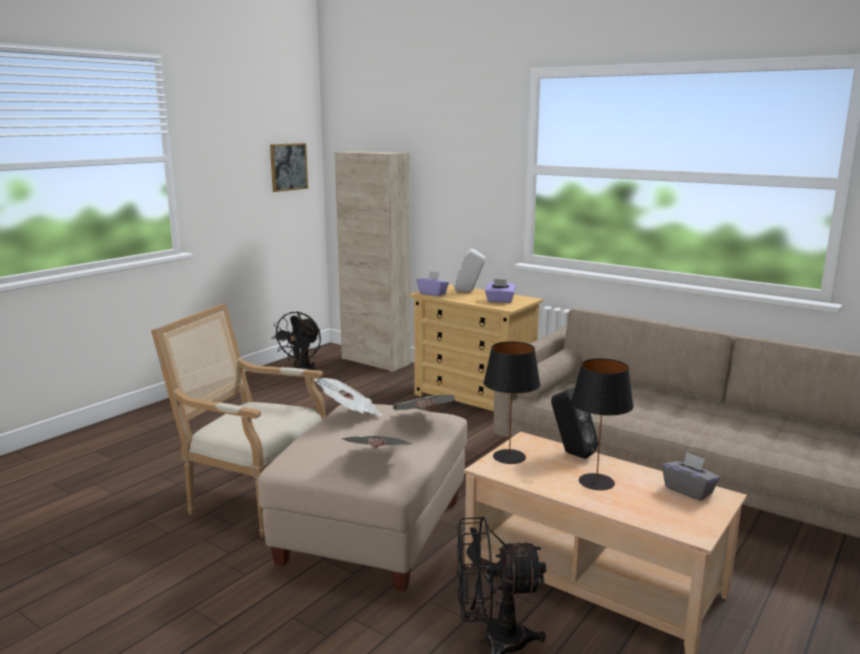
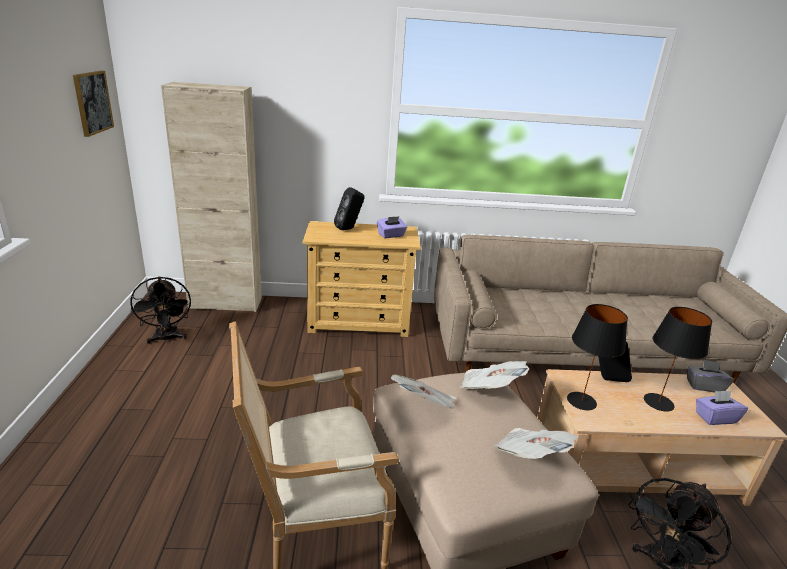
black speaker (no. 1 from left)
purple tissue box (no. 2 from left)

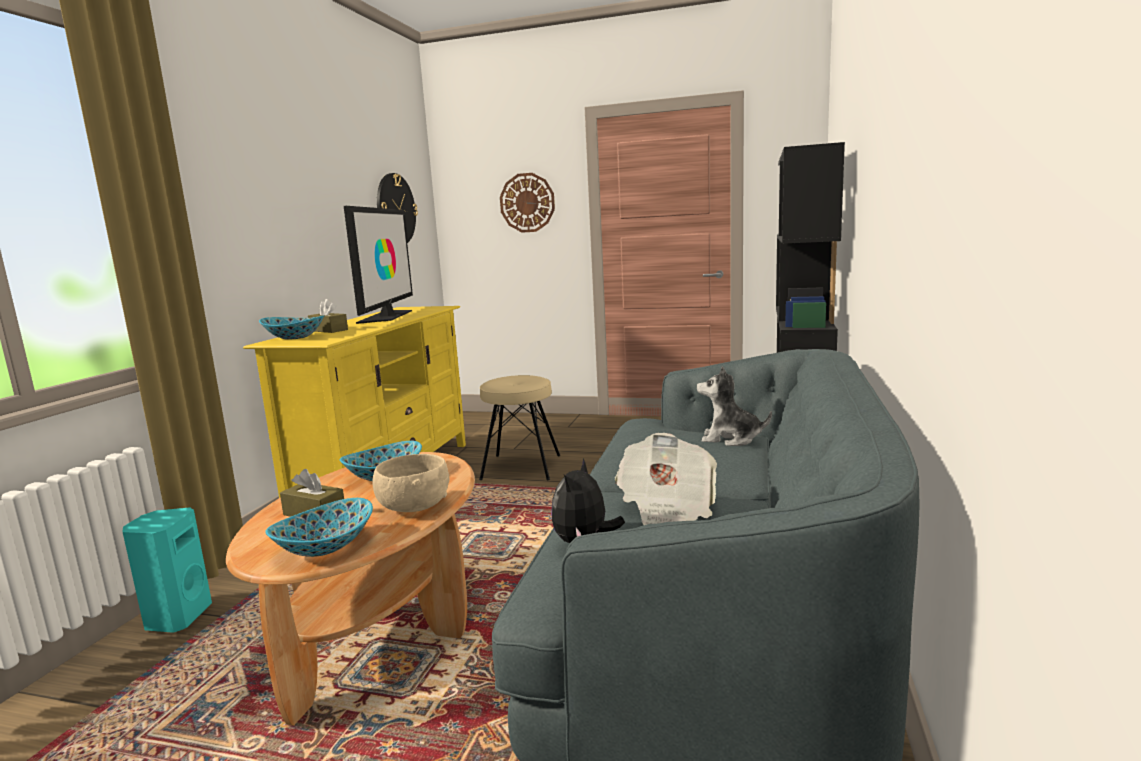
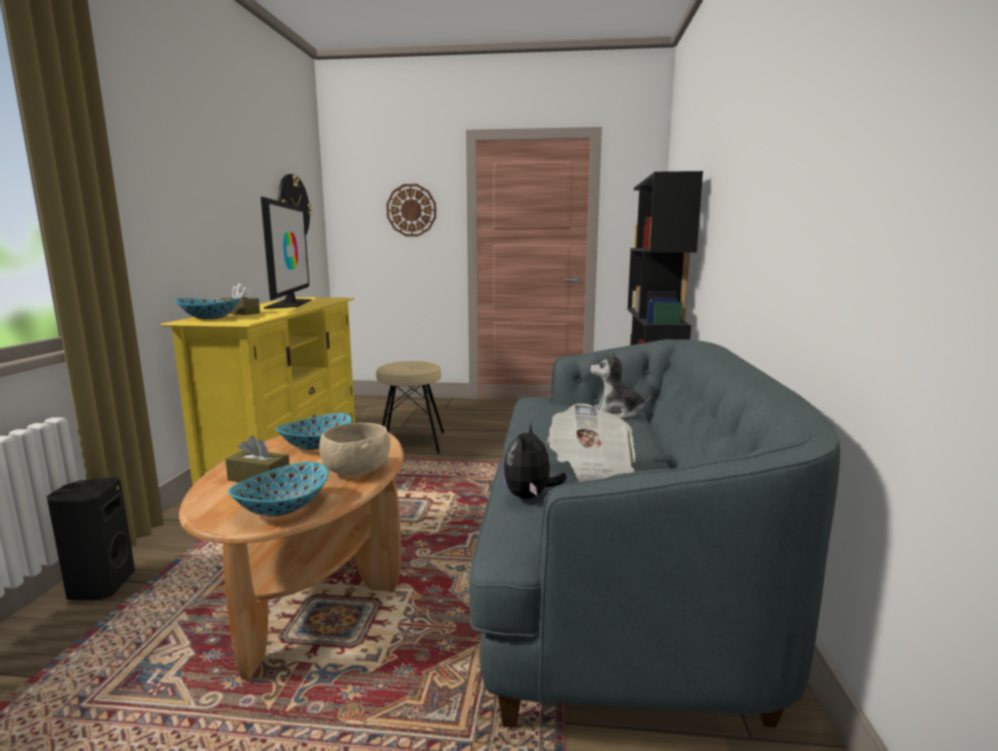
black speaker

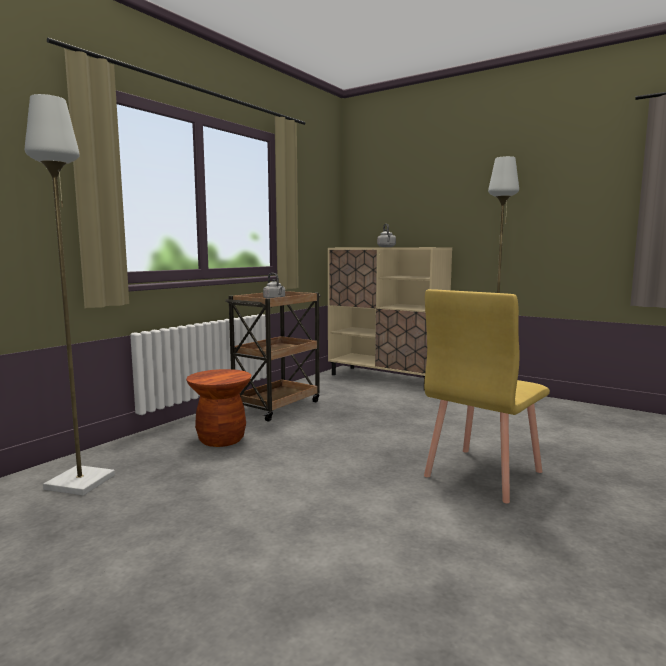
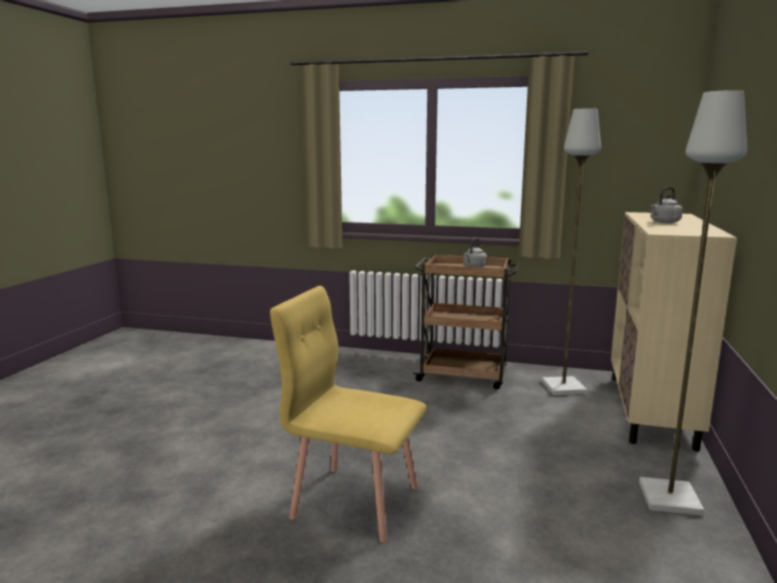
grey floor lamp (no. 1 from left)
brown stool

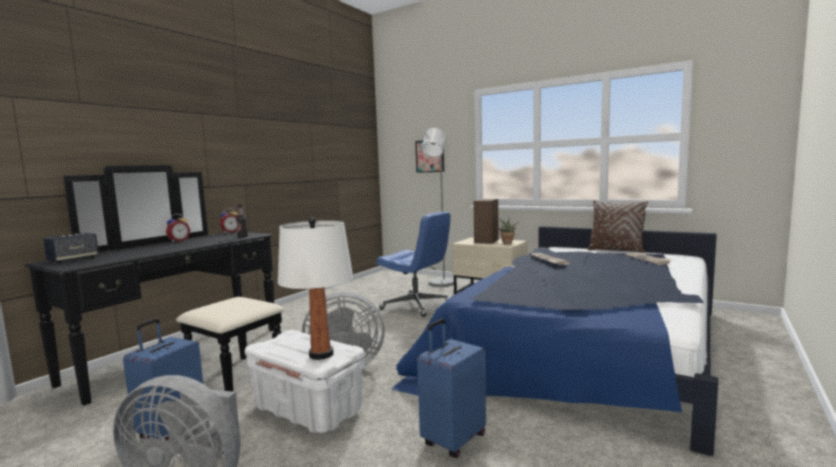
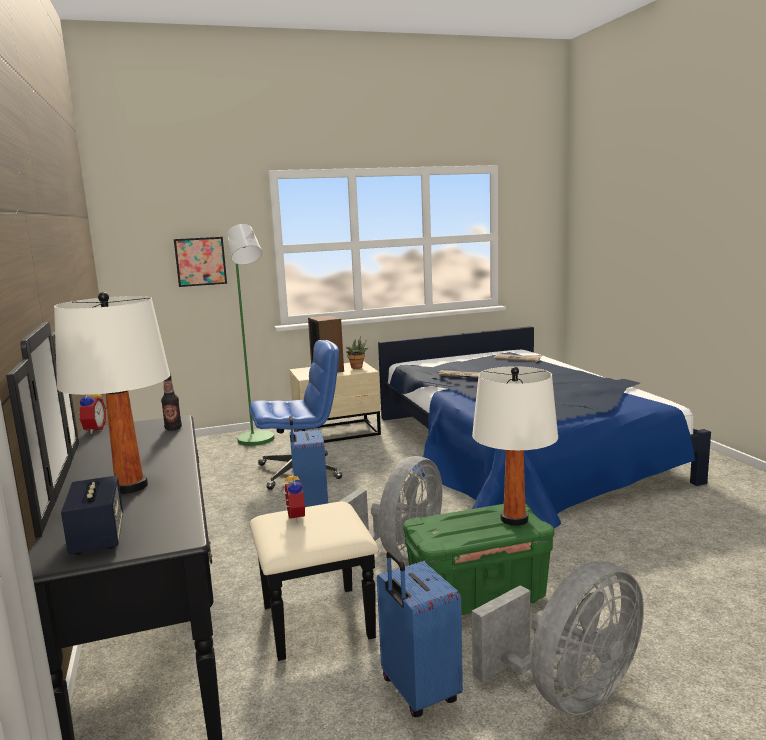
white table lamp (no. 1 from left)
green floor lamp
alarm clock (no. 2 from left)
blue suitcase (no. 1 from left)
green storage box
brown pillow

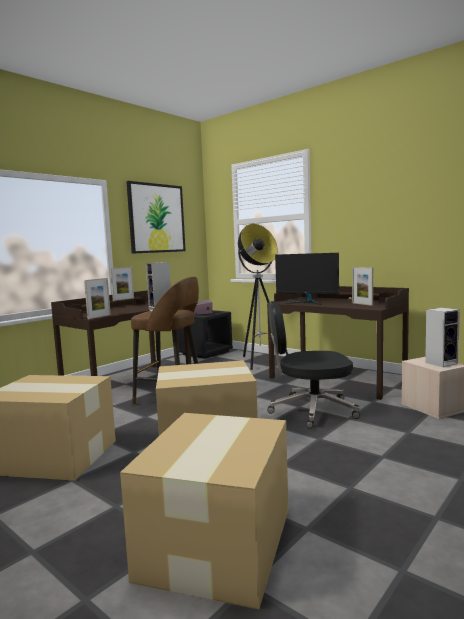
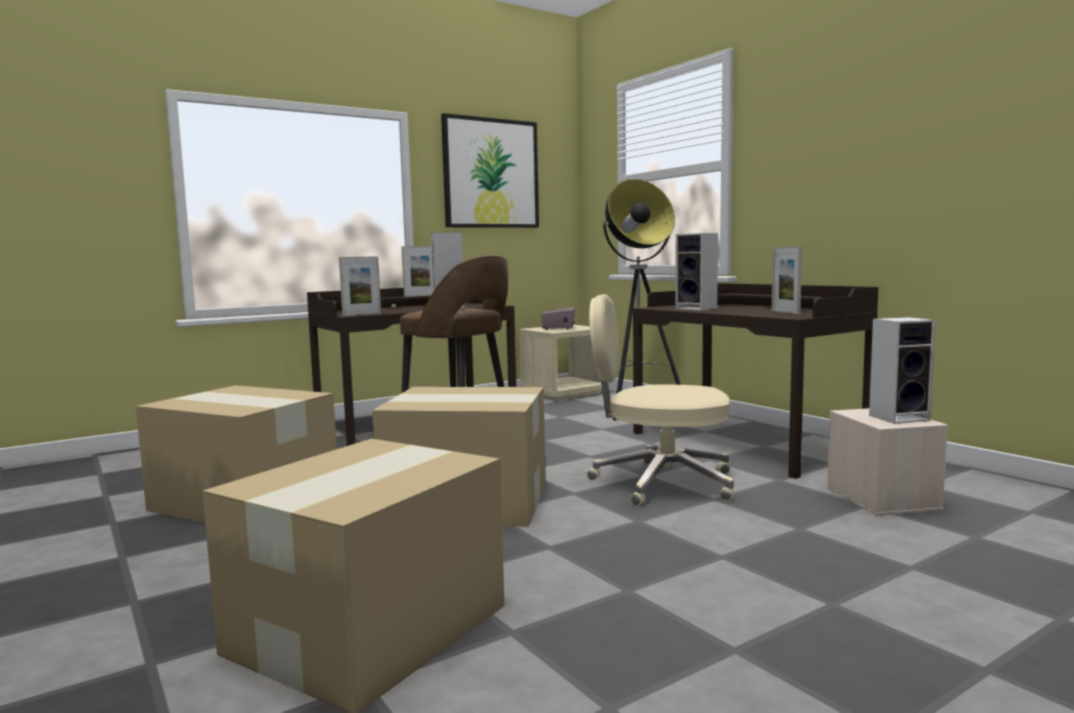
beige nightstand
beige office chair
speaker (no. 2 from left)

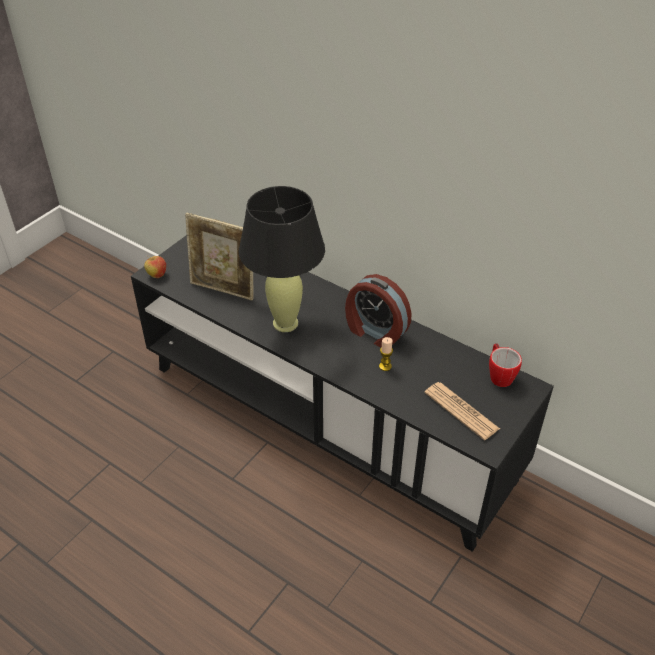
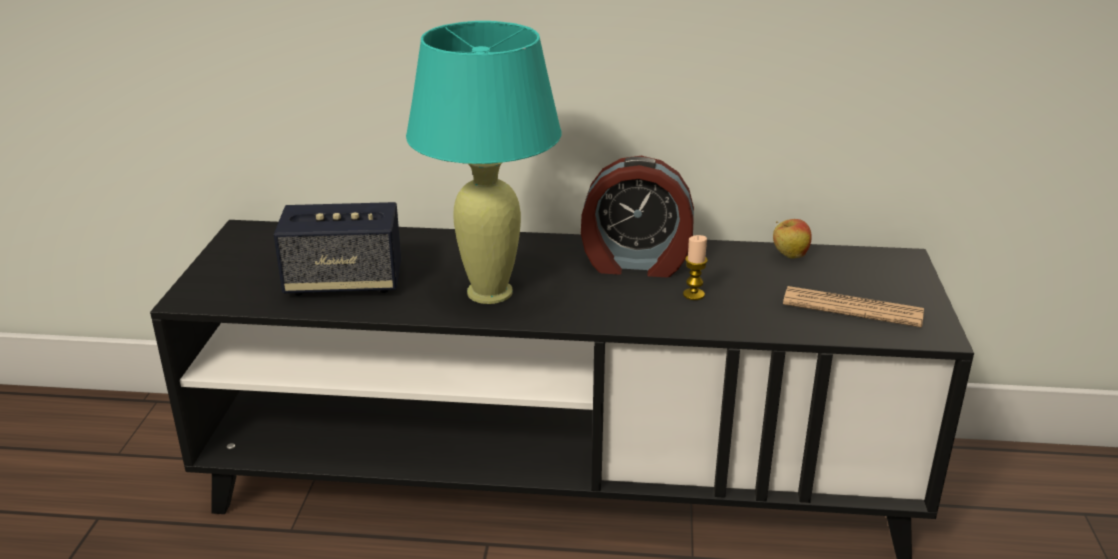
speaker
turquoise table lamp
apple
mug

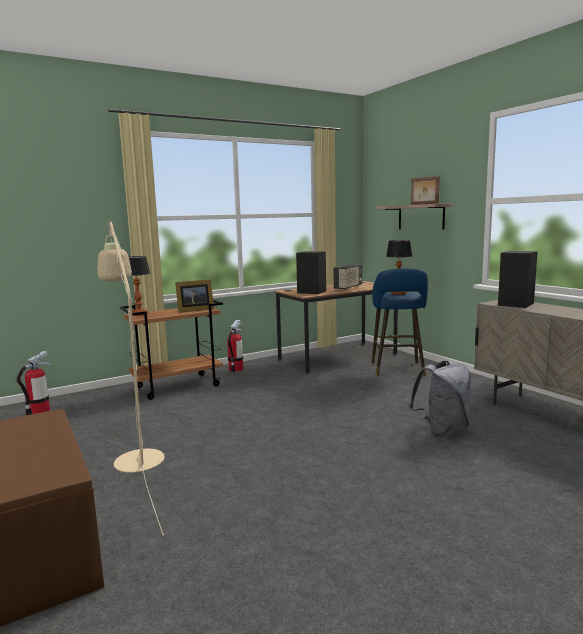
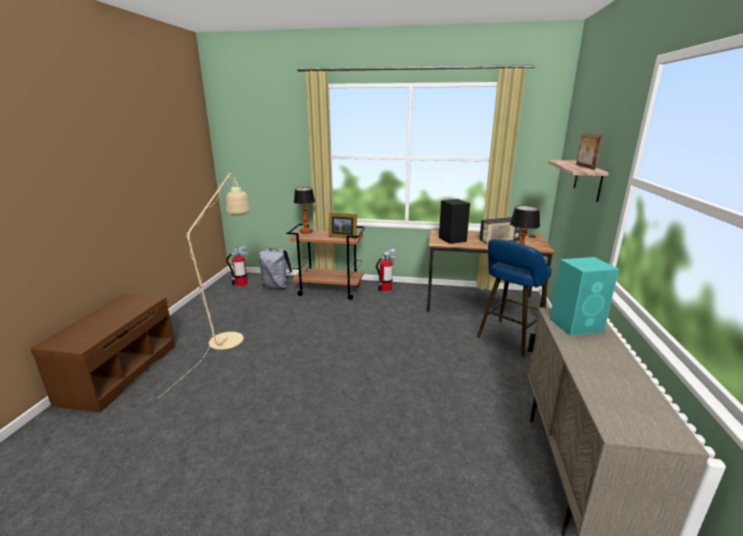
grey backpack
turquoise speaker

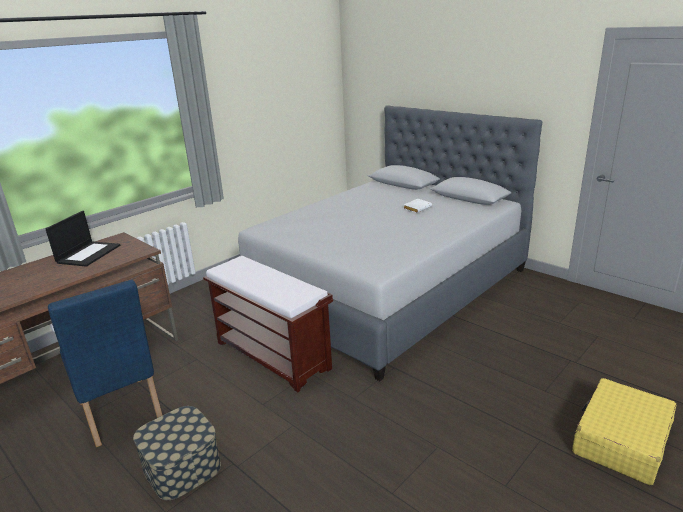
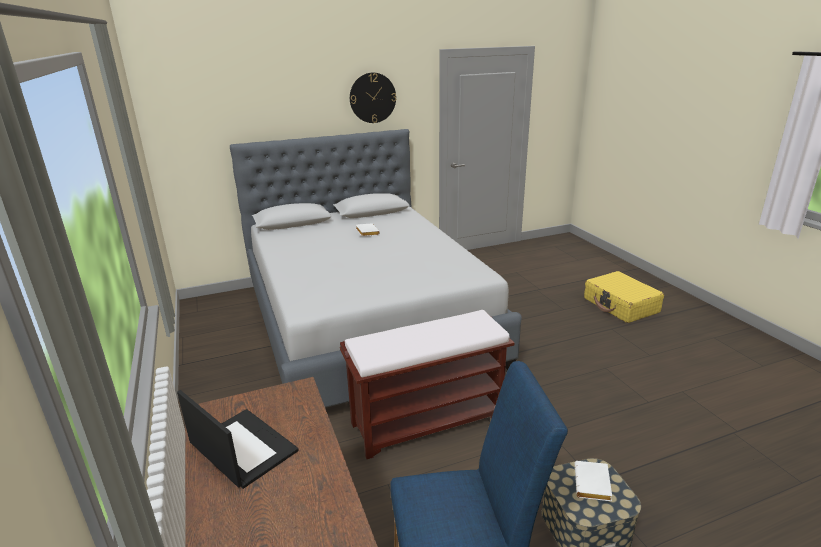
wall clock
white book (no. 2 from left)

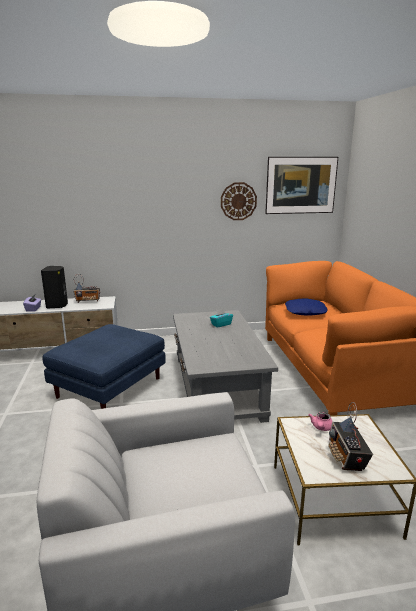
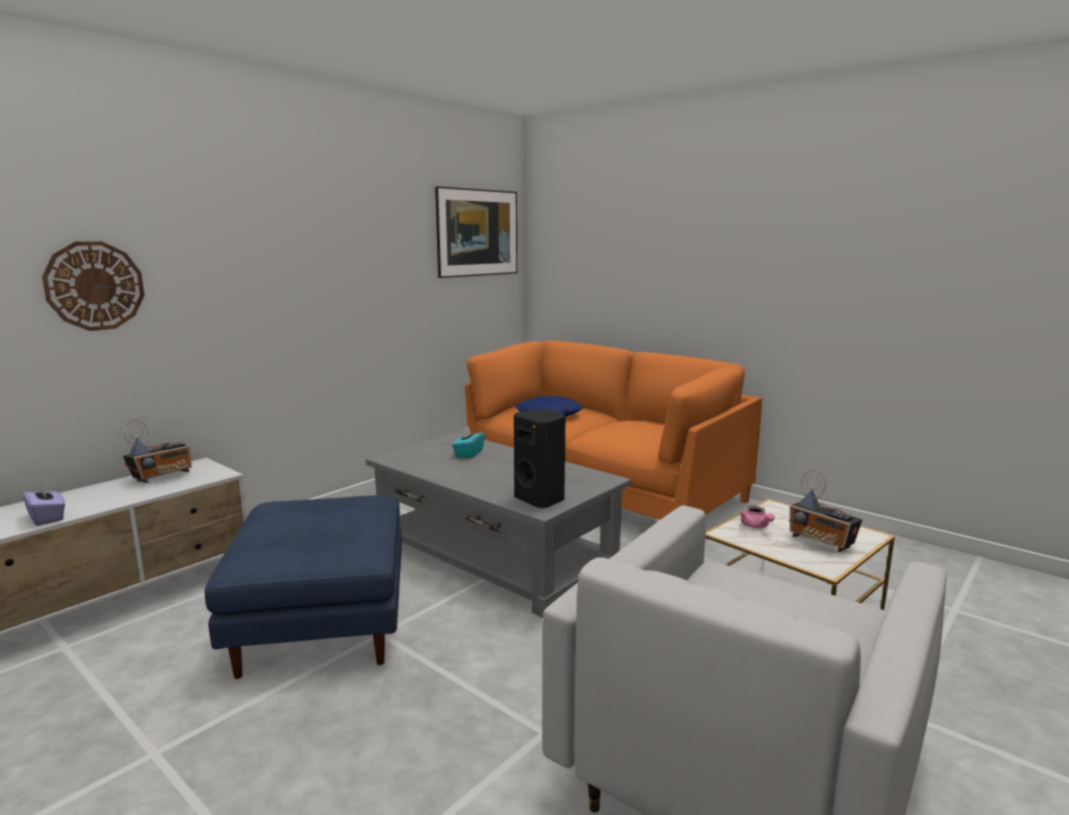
wall clock
black speaker

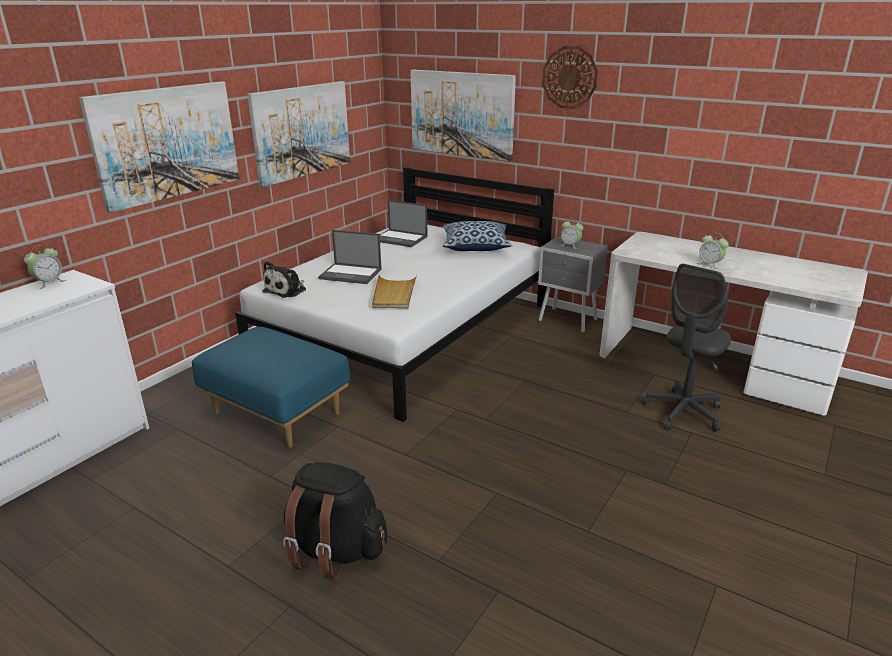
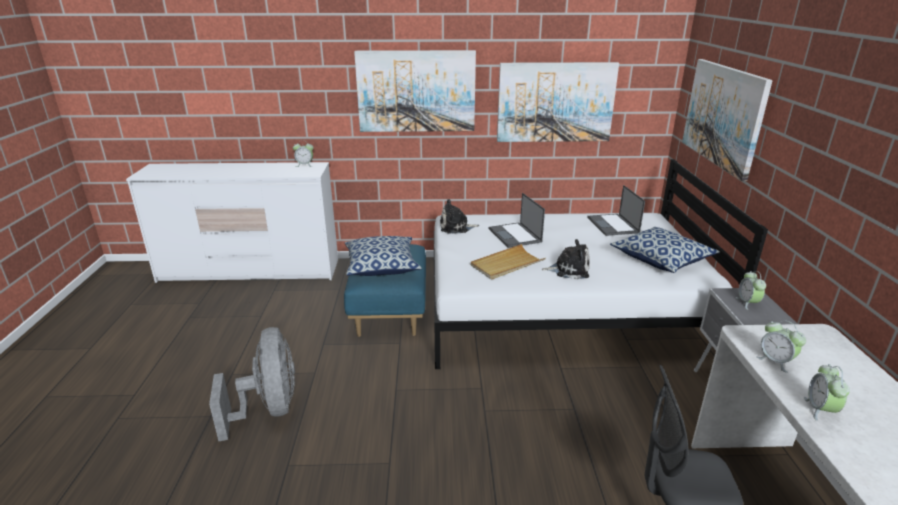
grey fan
pillow (no. 1 from left)
plush toy (no. 2 from left)
alarm clock (no. 3 from left)
wall clock

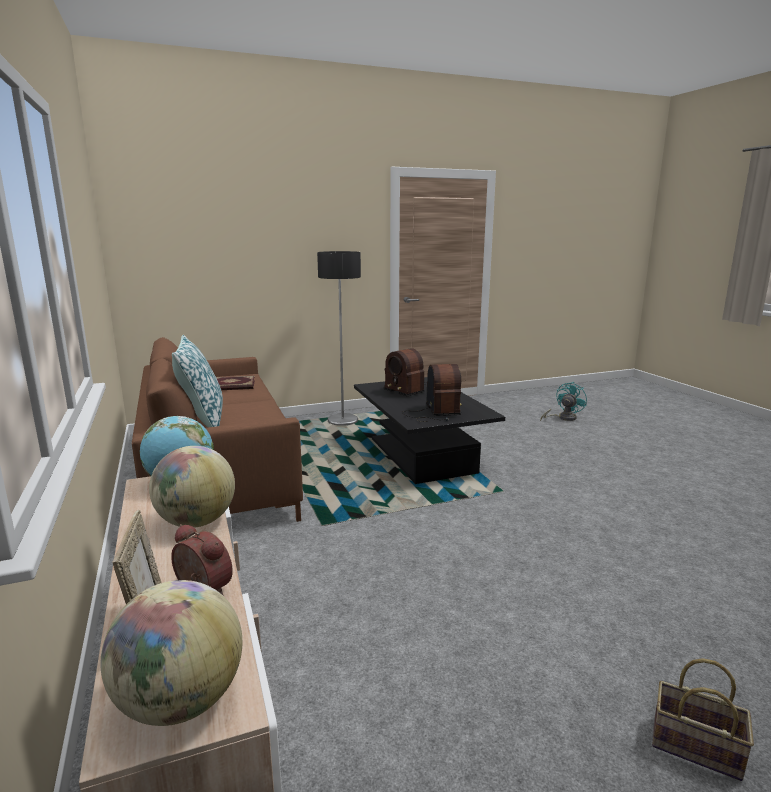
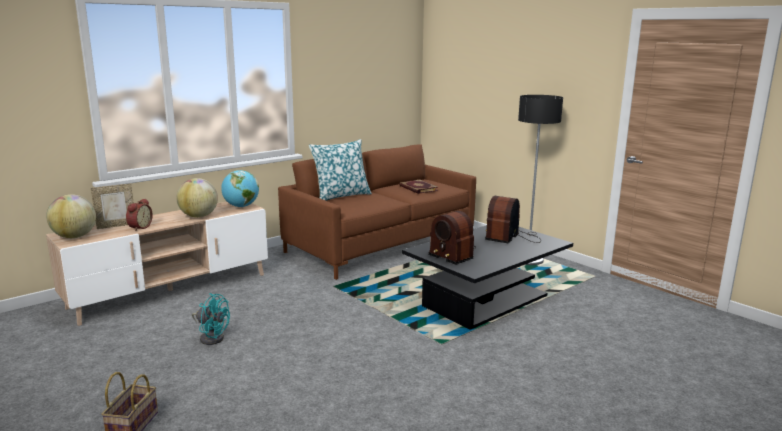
turquoise fan
radio (no. 1 from left)

